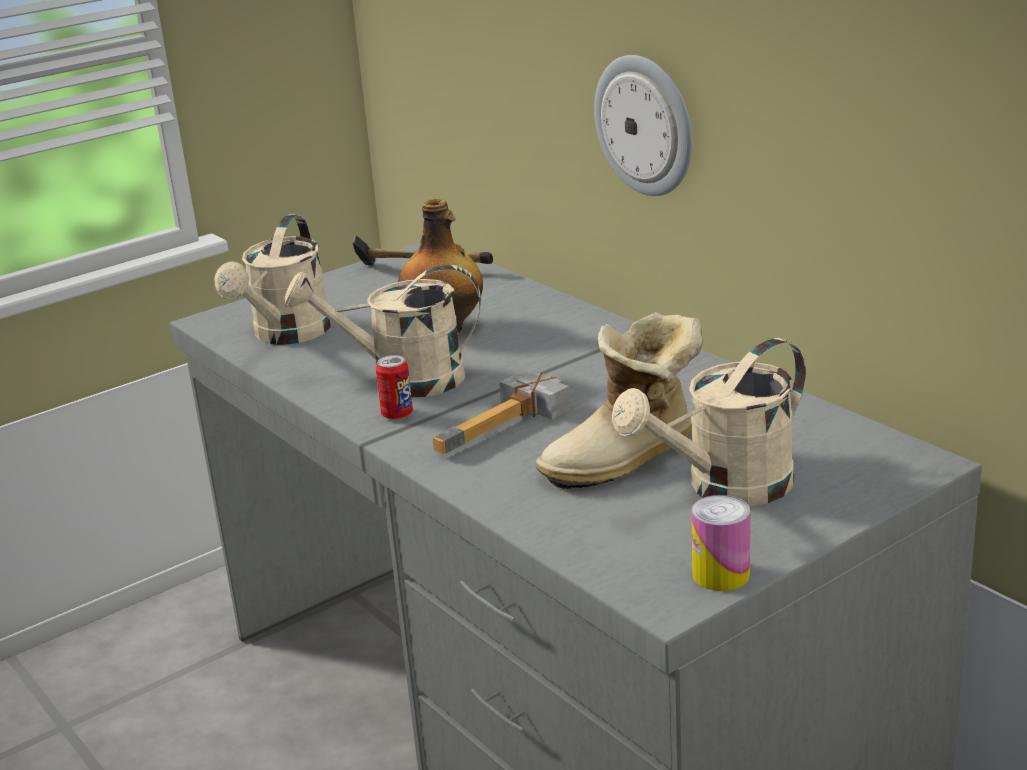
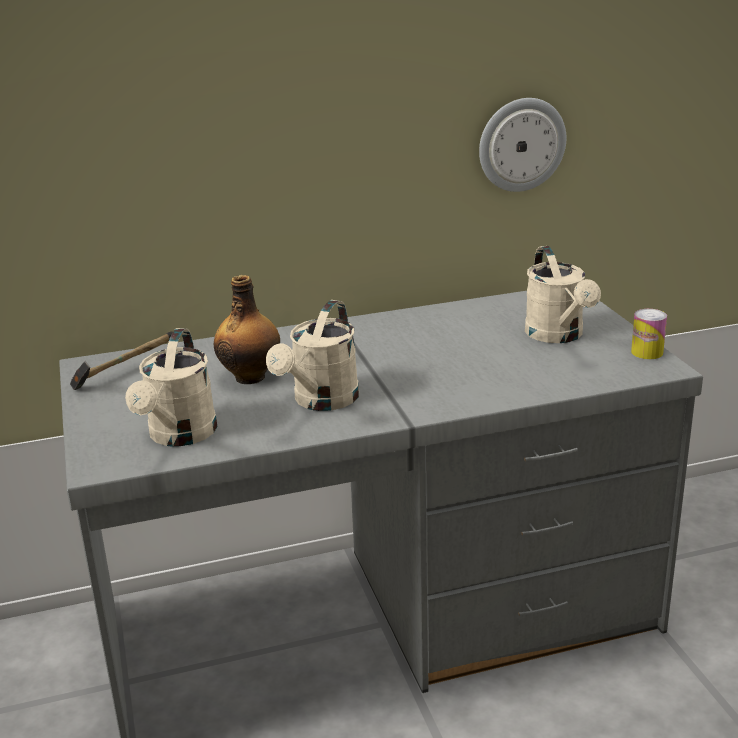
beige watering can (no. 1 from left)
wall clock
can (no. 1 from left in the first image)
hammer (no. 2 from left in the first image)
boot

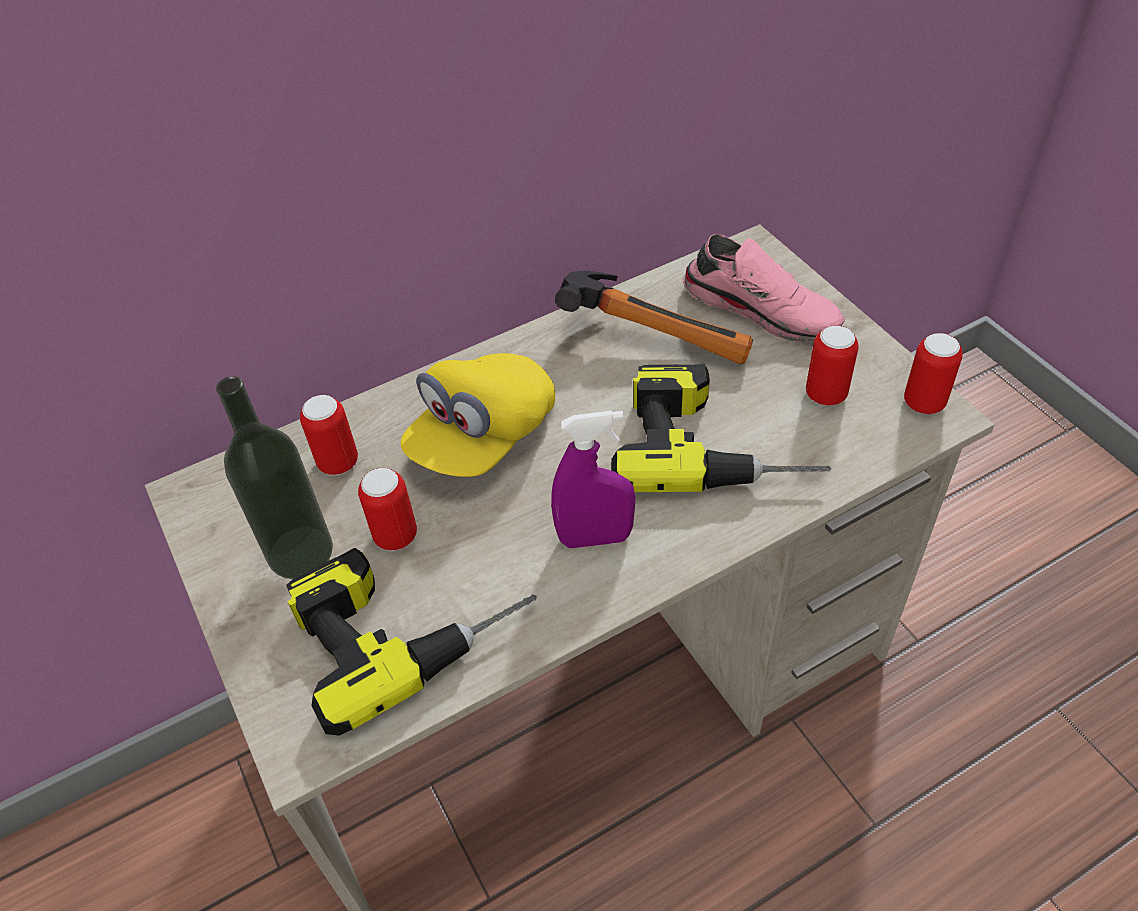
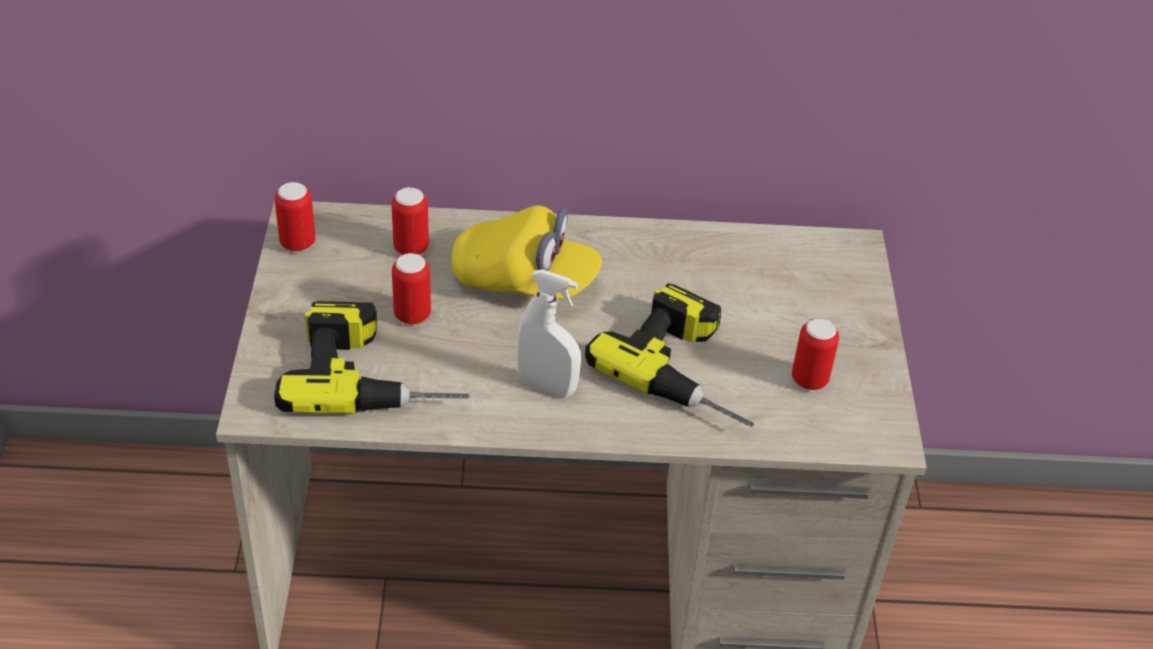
can (no. 1 from left)
yellow cap
white spray bottle
bottle
hammer
pink shoe

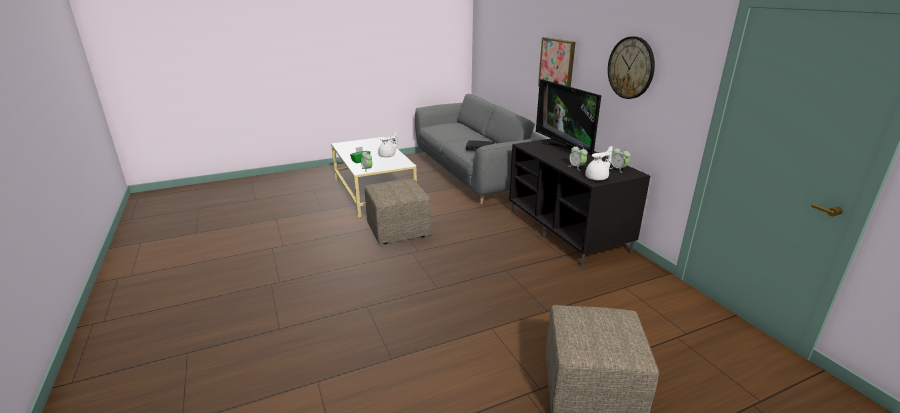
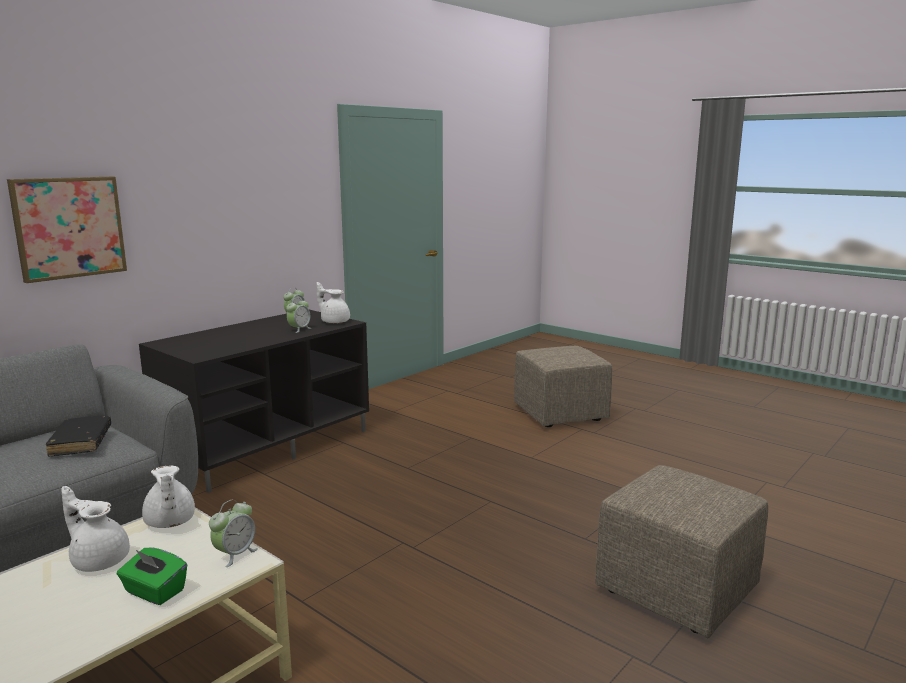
white teapot (no. 2 from left)
beige ottoman (no. 2 from left)
television
wall clock

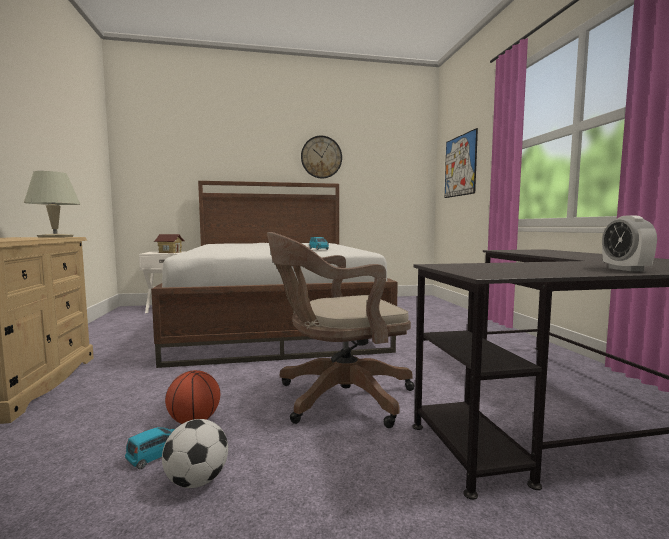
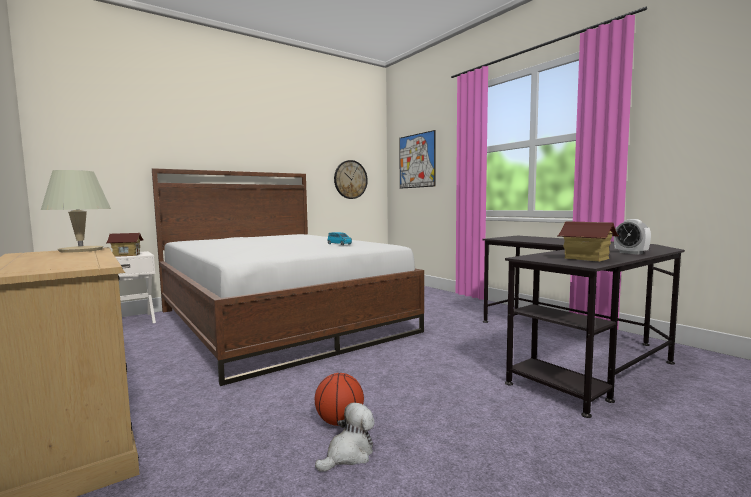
plush toy
wall clock
toy house (no. 2 from left)
football
brown office chair

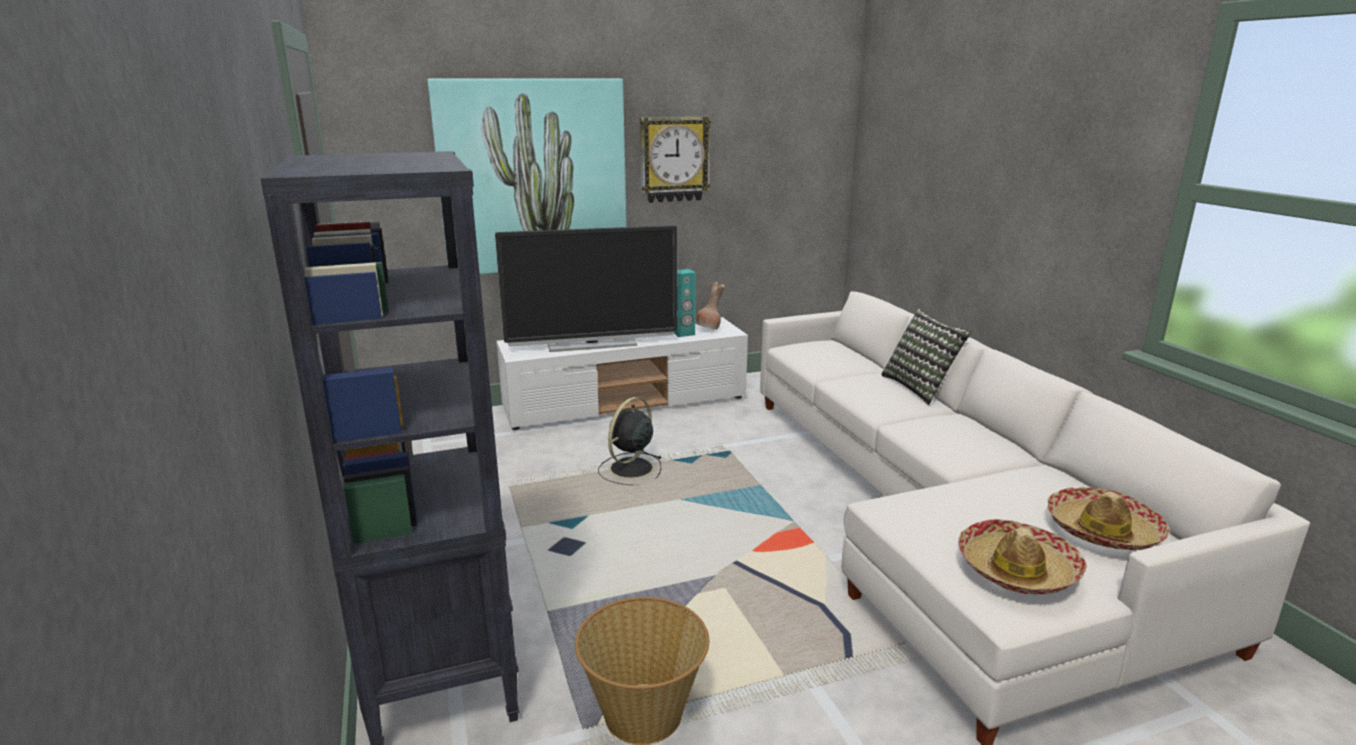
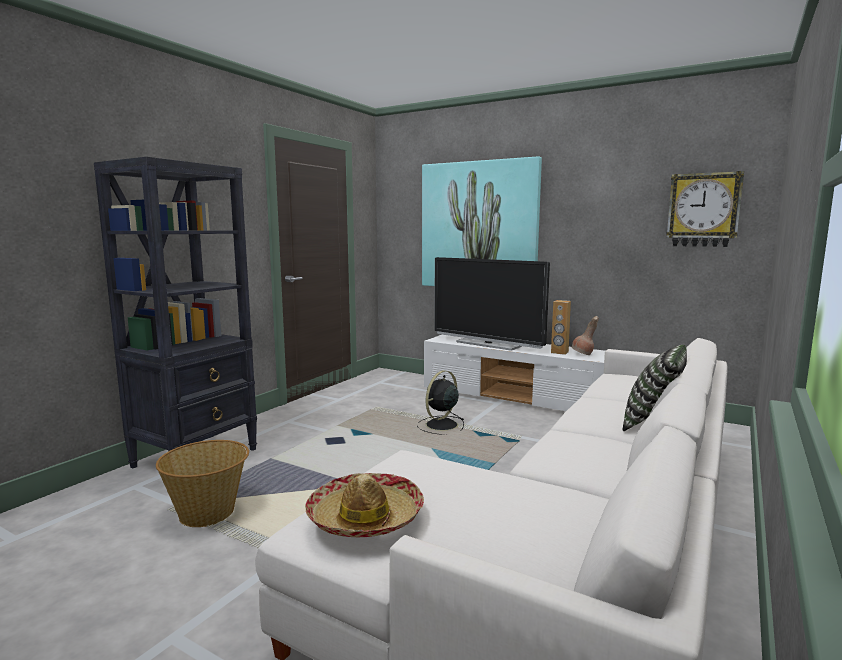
black fan
brown speaker
wall clock
hat (no. 2 from left in the first image)

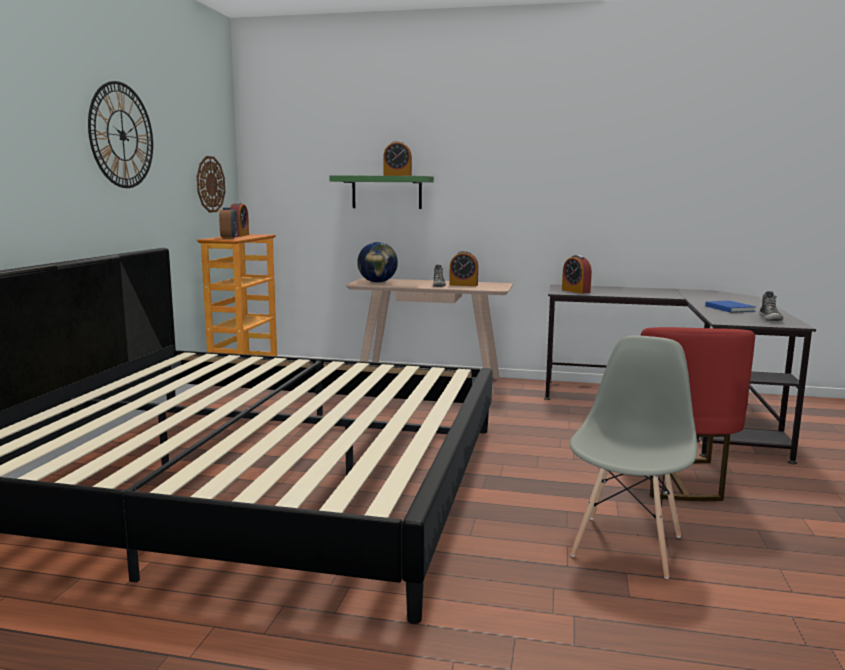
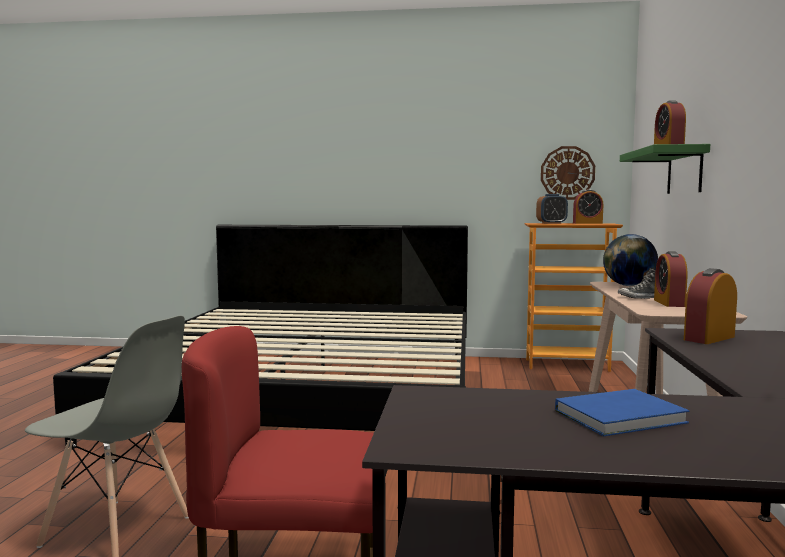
wall clock (no. 1 from left in the first image)
shoe (no. 2 from left in the first image)

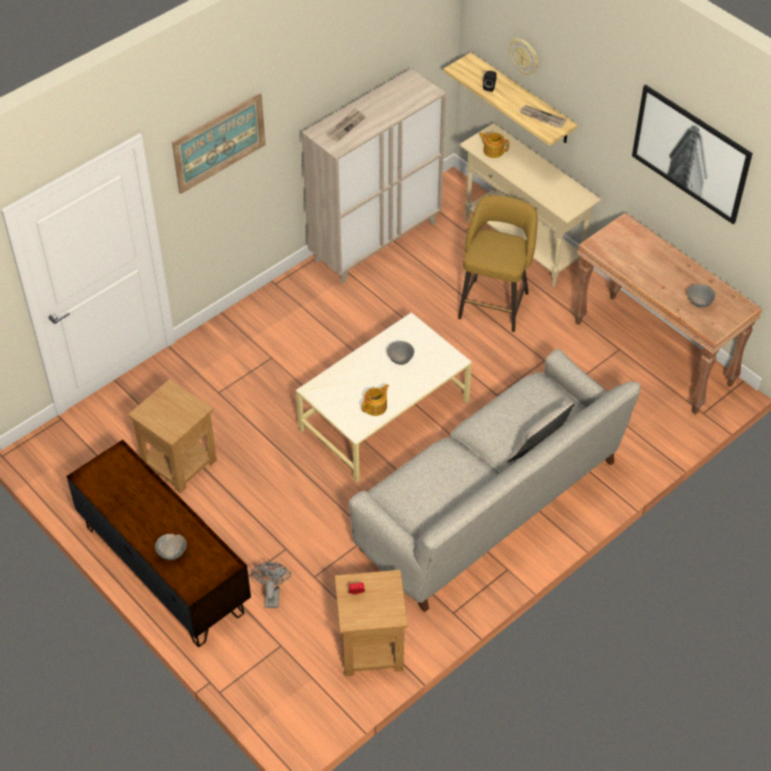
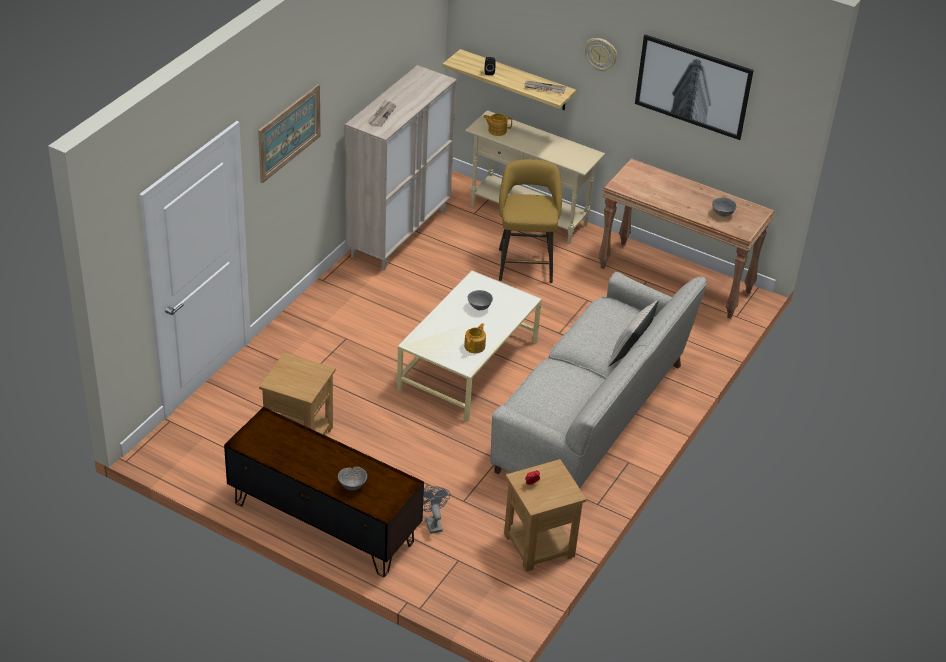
wall clock

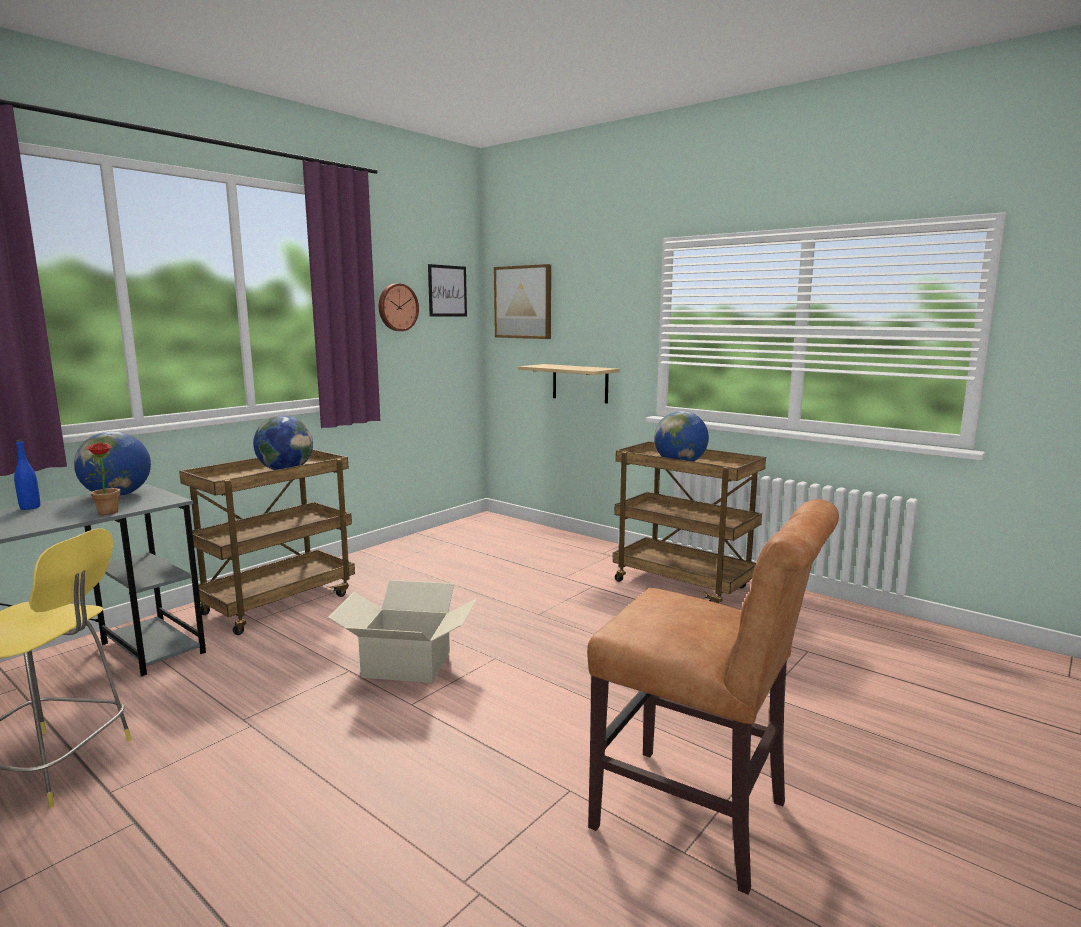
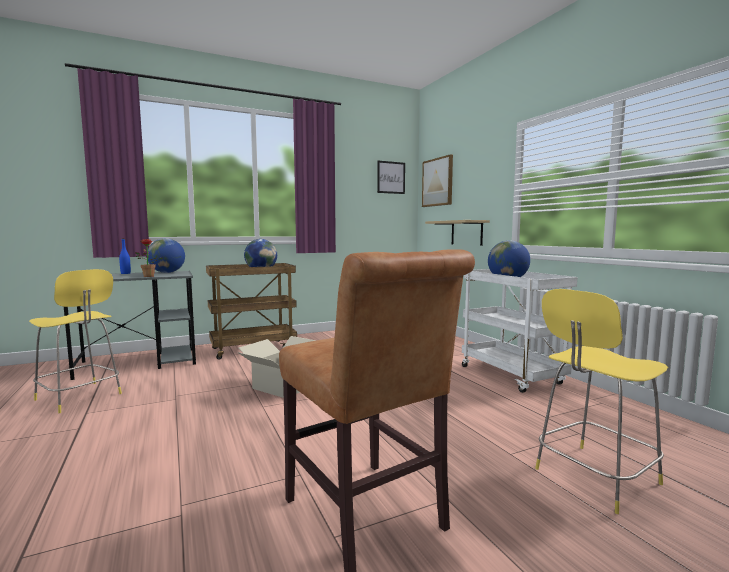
white cart
yellow stool (no. 2 from left)
wall clock

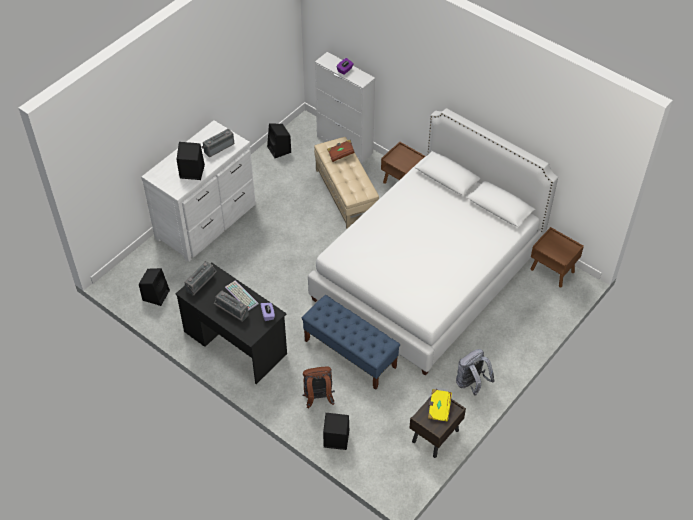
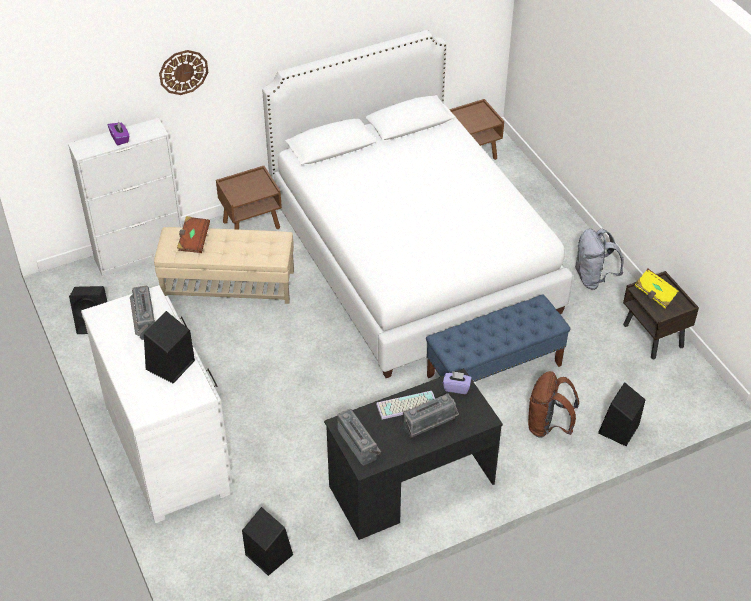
wall clock

